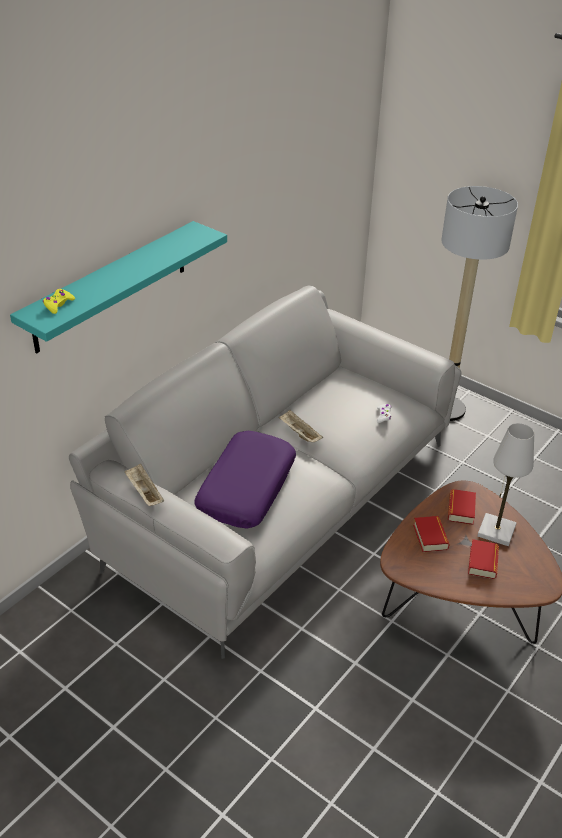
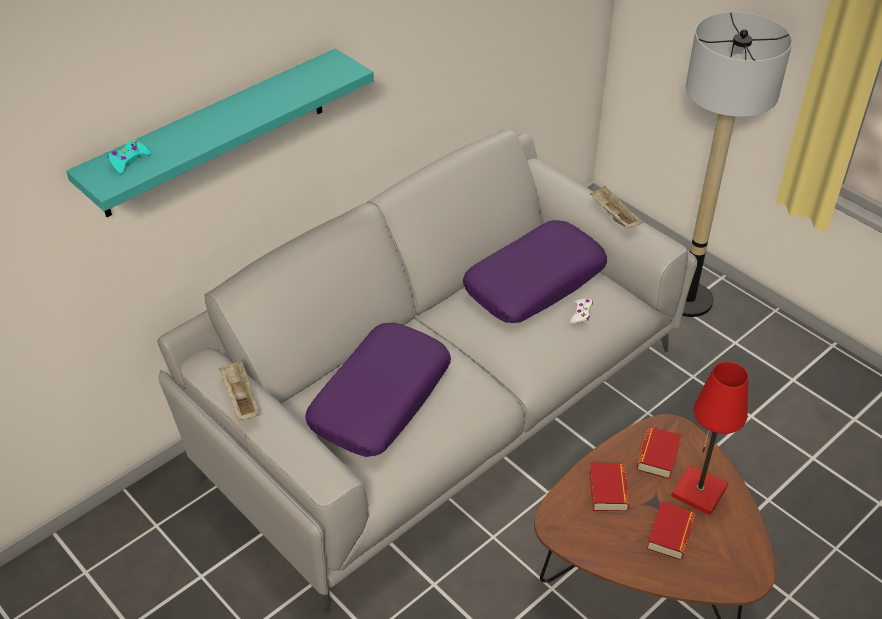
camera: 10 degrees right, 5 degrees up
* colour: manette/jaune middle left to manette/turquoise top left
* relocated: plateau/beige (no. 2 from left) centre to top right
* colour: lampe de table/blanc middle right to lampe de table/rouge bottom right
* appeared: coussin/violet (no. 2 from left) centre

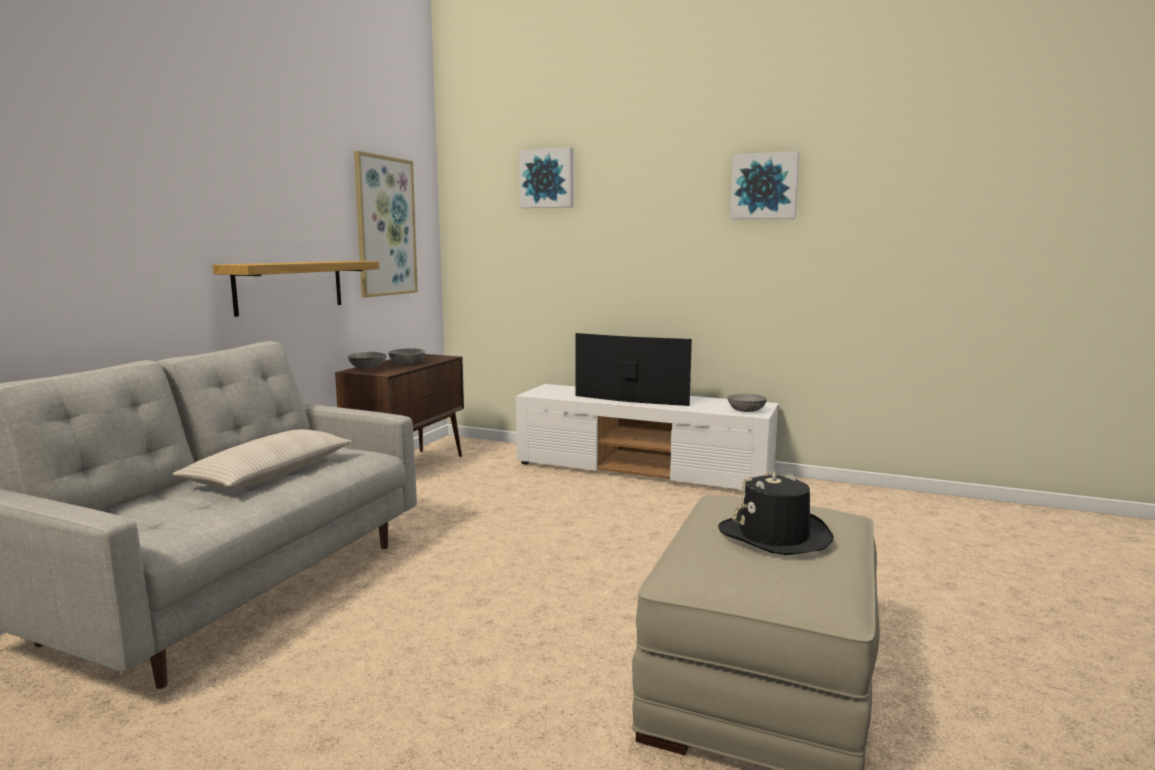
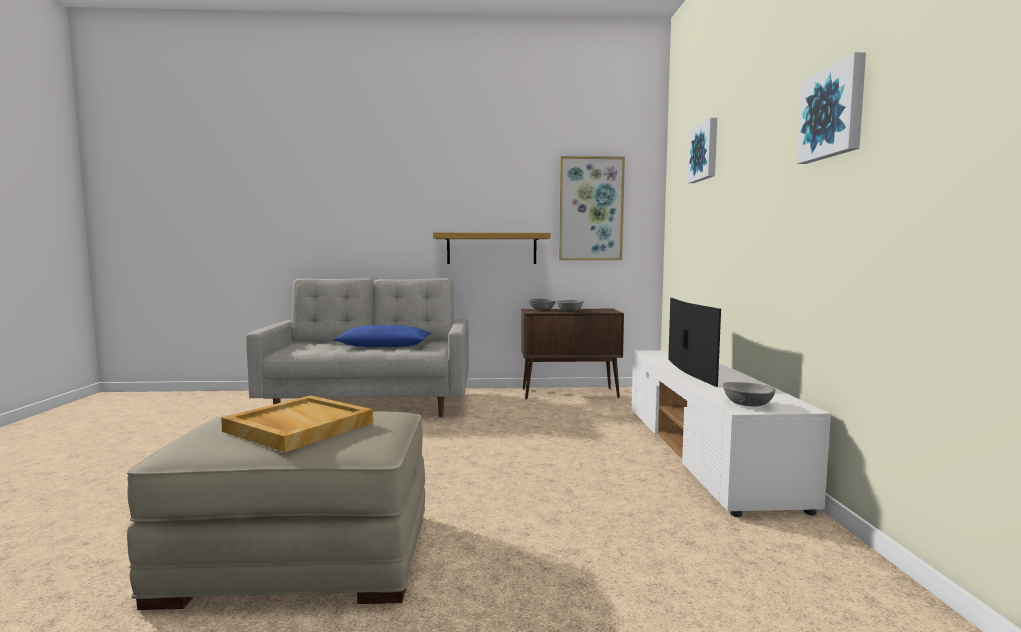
camera: 65 degrees right, 5 degrees down
* colour: coussin/beige middle left to coussin/bleu centre
* exchanged: chapeau/noir middle right to plateau/beige bottom left

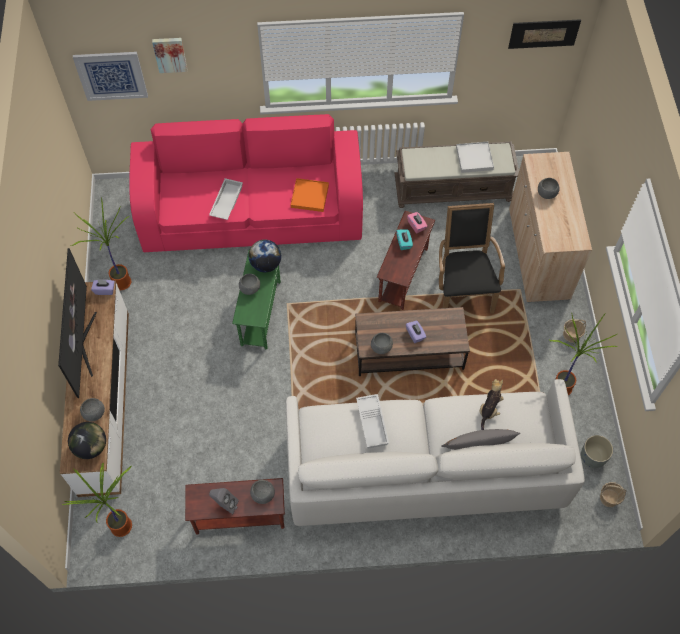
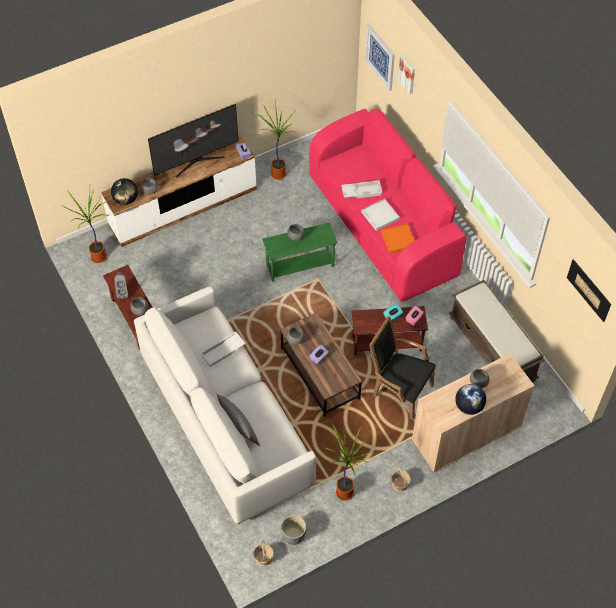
camera: 65 degrees right, 5 degrees down
* relocated: plateau/blanc (no. 3 from left) top right to centre
* spun: fauteuil/noir middle right = centre 120 degrees counterclockwise
* relocated: globe (no. 2 from left) centre to middle right
* missing: peluche middle right

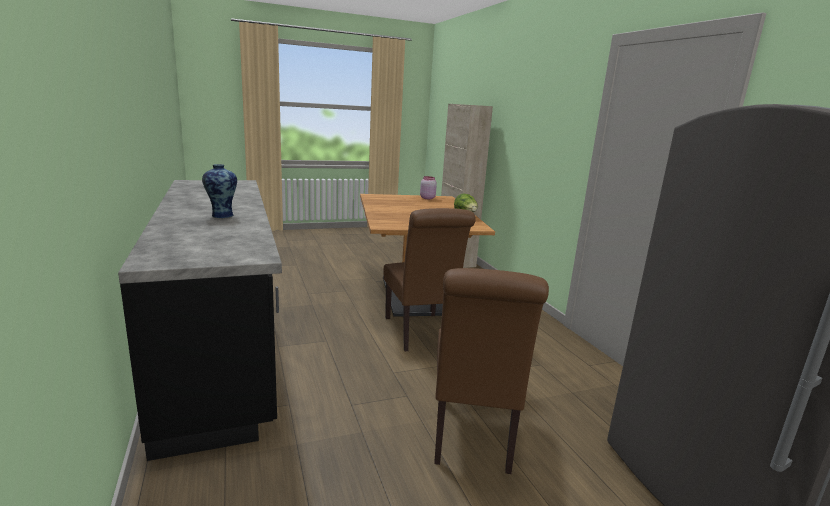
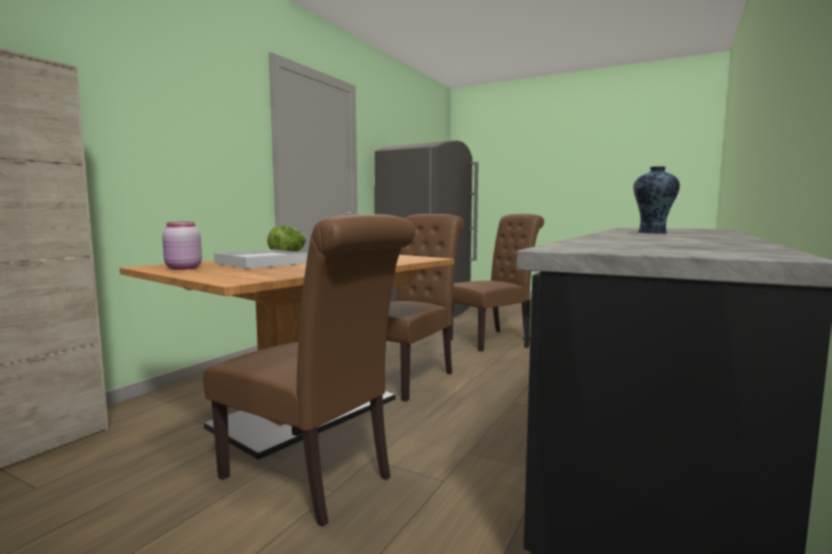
camera: 130 degrees left, 10 degrees down
* appeared: chaise/marron (no. 1 from left) bottom centre
* appeared: plateau/blanc middle left

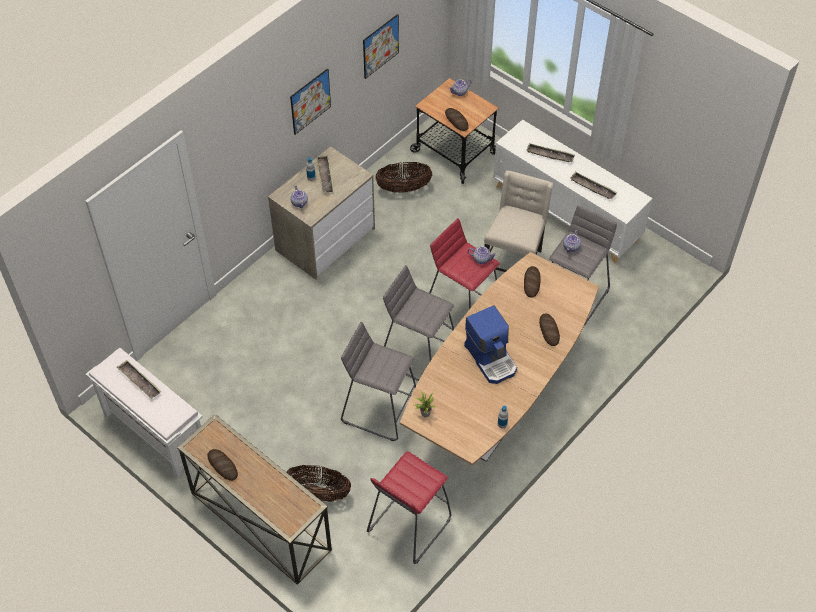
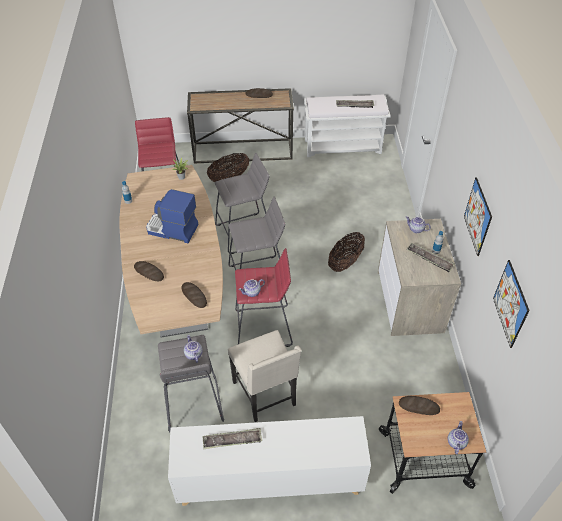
camera: 135 degrees right, 5 degrees down
* missing: plateau (no. 3 from left) top right
* relocated: panier (no. 2 from left) top centre to centre

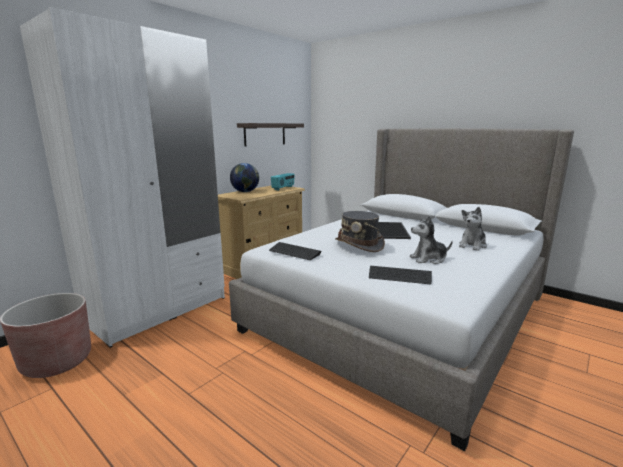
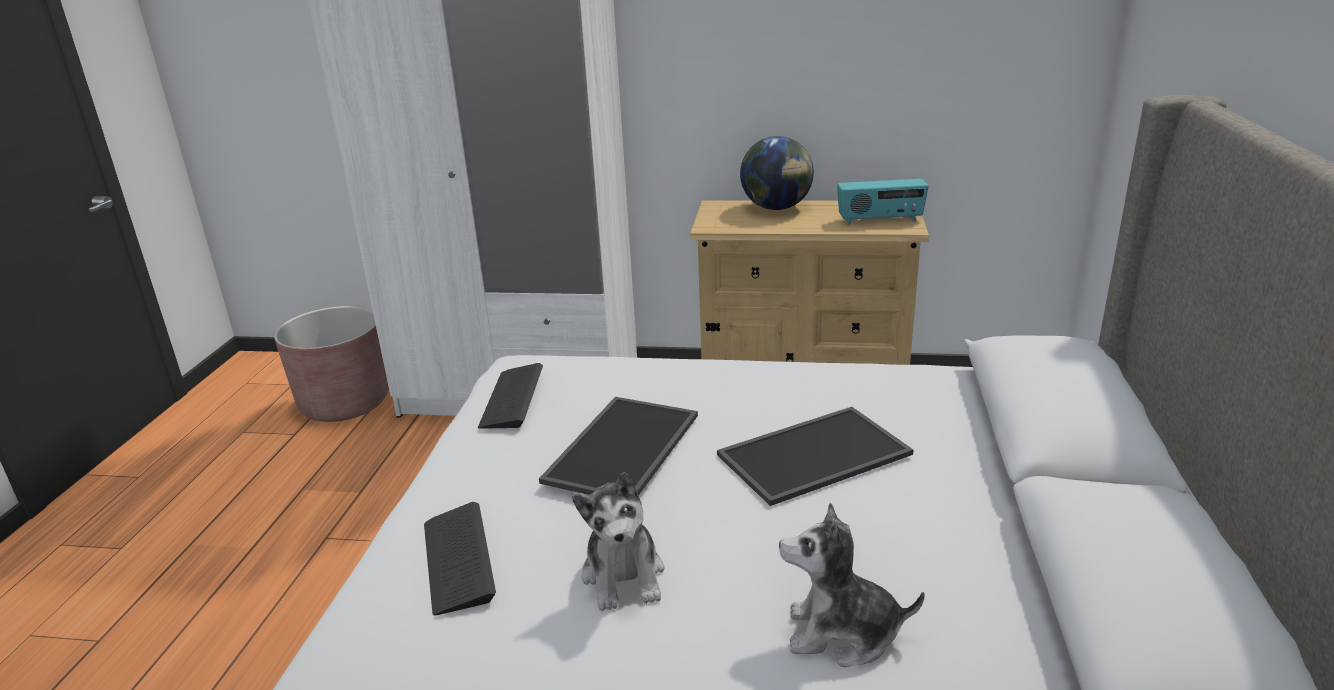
camera: 60 degrees right, 10 degrees up
* missing: étagère top centre
* exchanged: chapeau/gris centre to plateau (no. 1 from left) centre
* spun: peluche (no. 1 from left) middle right = bottom centre 150 degrees counterclockwise

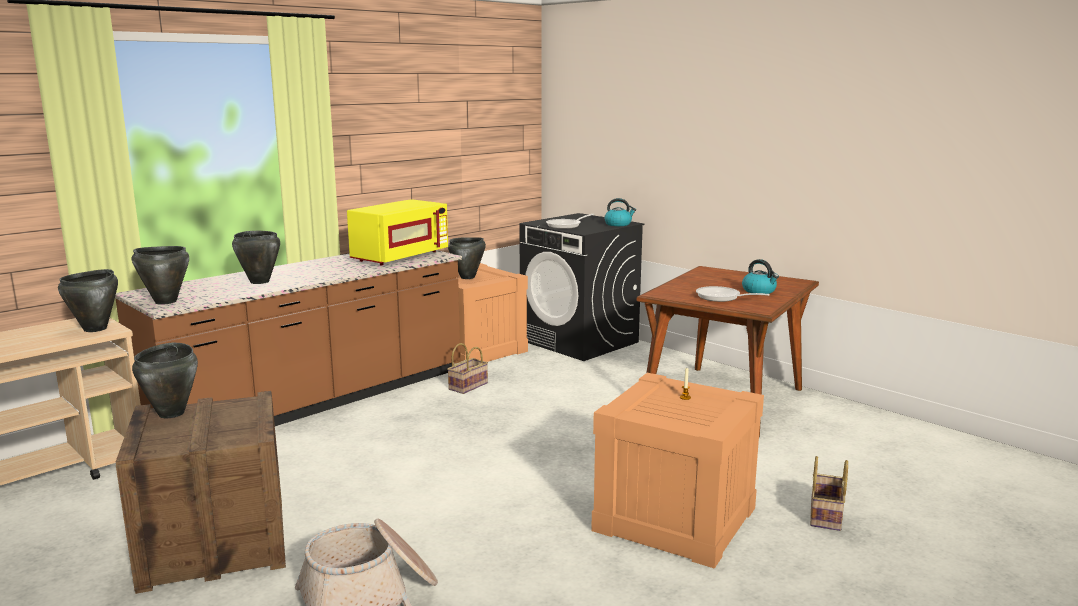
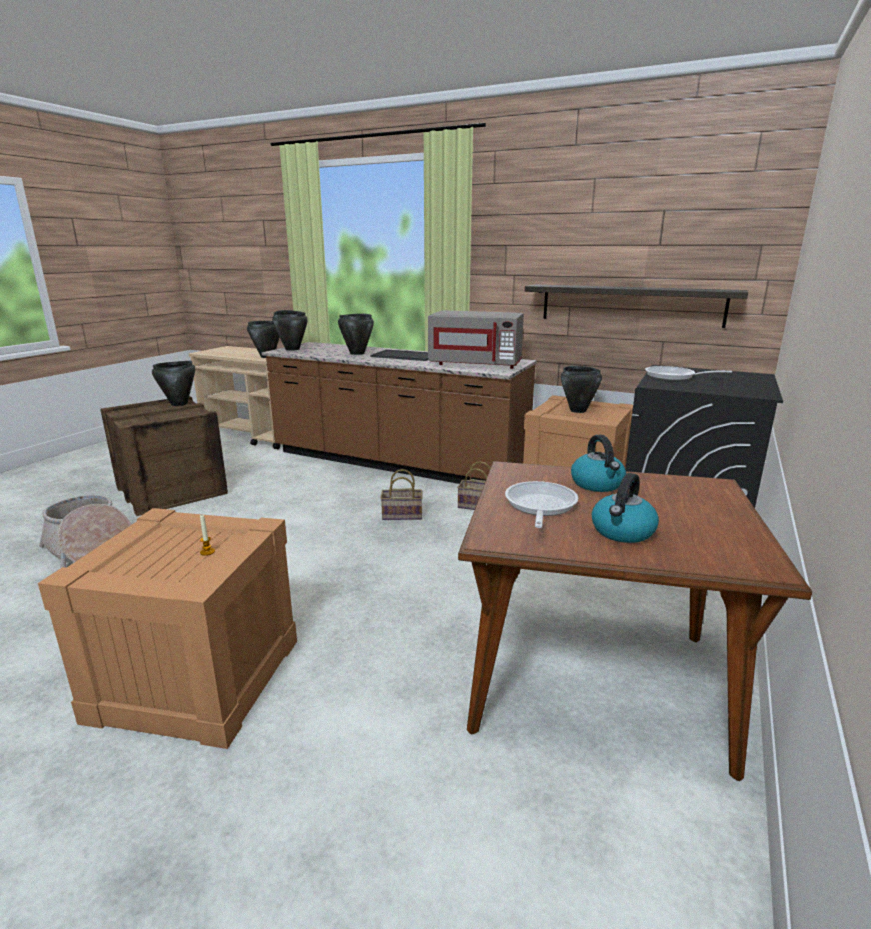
camera: 70 degrees right, 5 degrees up
* relocated: bouilloire (no. 1 from left) centre to middle right
* colour: micro-ondes/jaune centre to micro-ondes/gris centre
* relocated: panier (no. 3 from left in the first image) bottom right to panier (no. 2 from left) centre
* appeared: étagère top right
* appeared: plateau centre

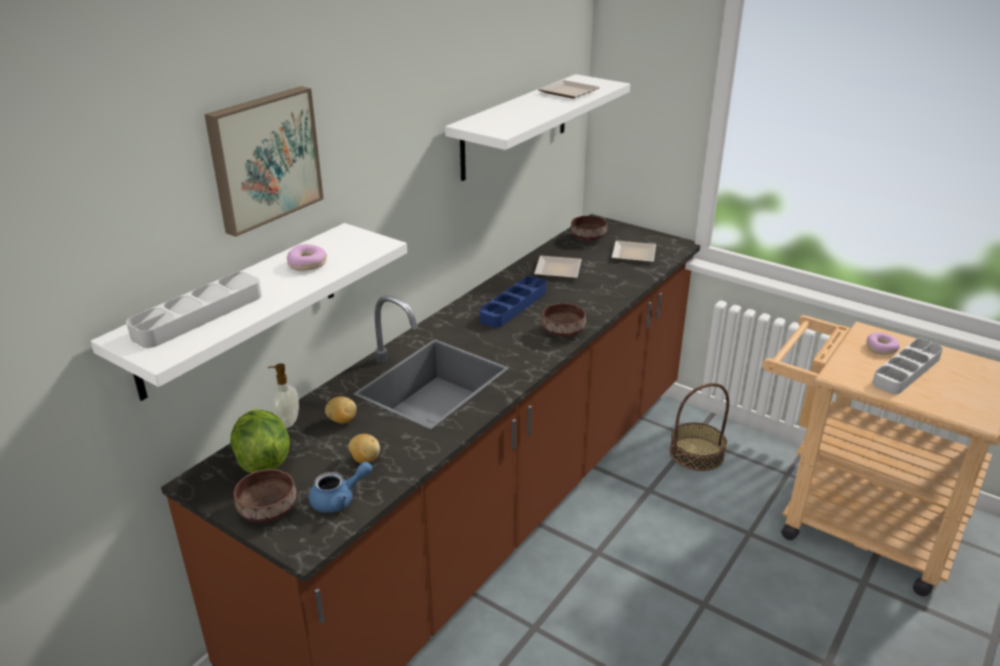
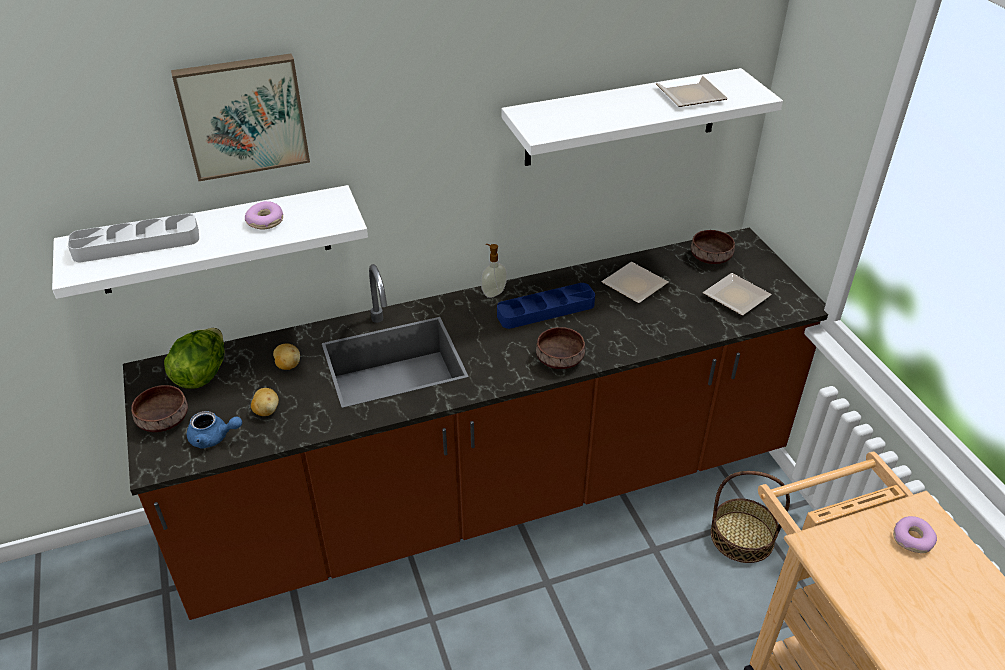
camera: 35 degrees right, 10 degrees up
* missing: plateau/gris (no. 2 from left) middle right
* relocated: distributeur de savon middle left to centre

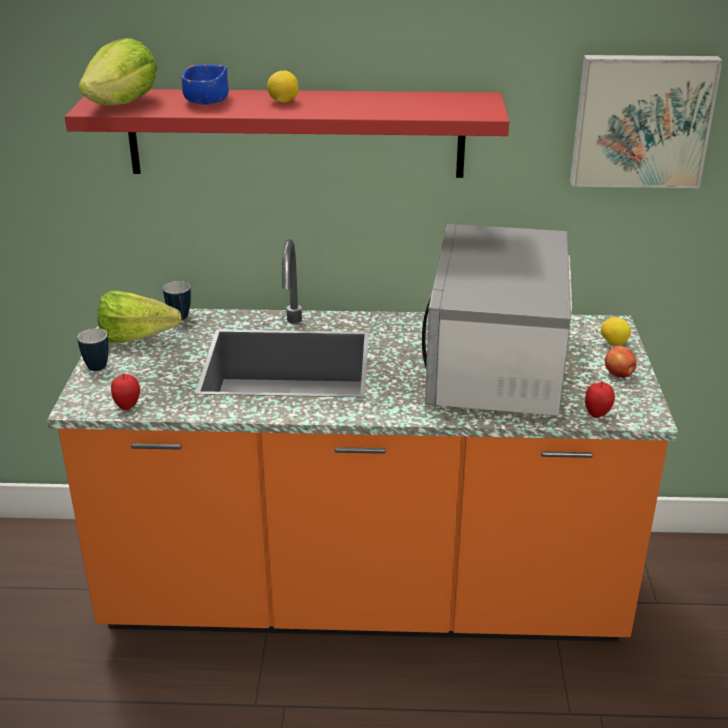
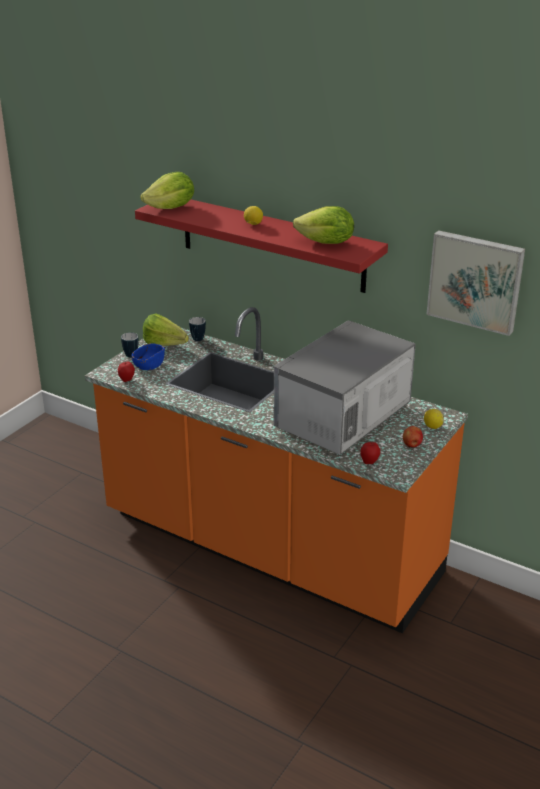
camera: 30 degrees right, 0 degrees up
* relocated: bol/bleu top left to middle left
* appeared: laitue (no. 3 from left) top centre

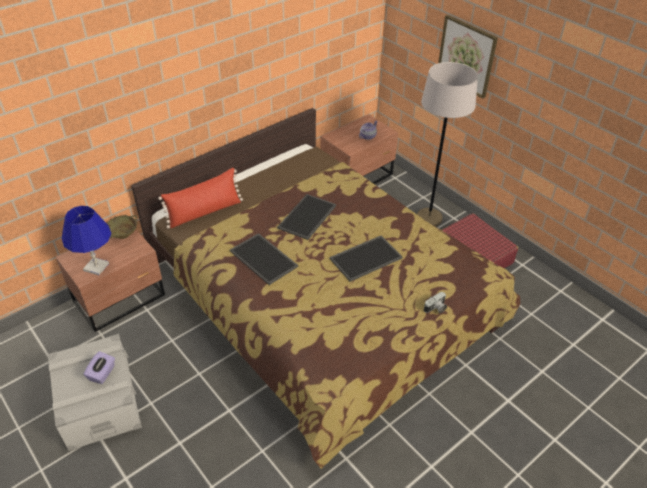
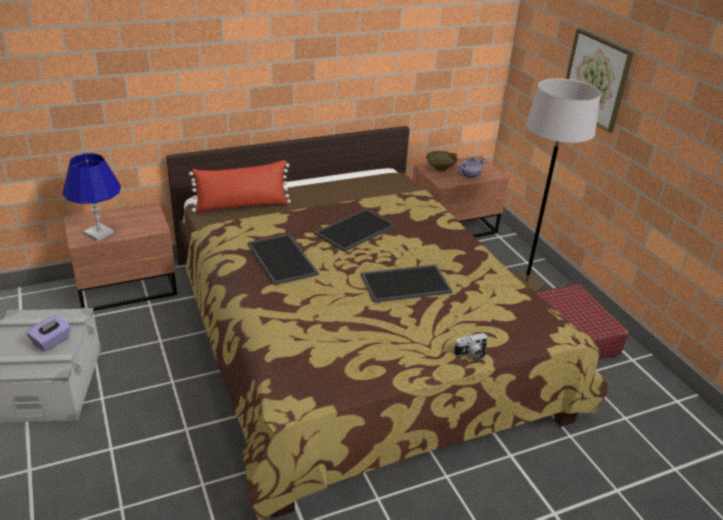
camera: 15 degrees right, 10 degrees down
* relocated: bol/beige middle left to top centre

